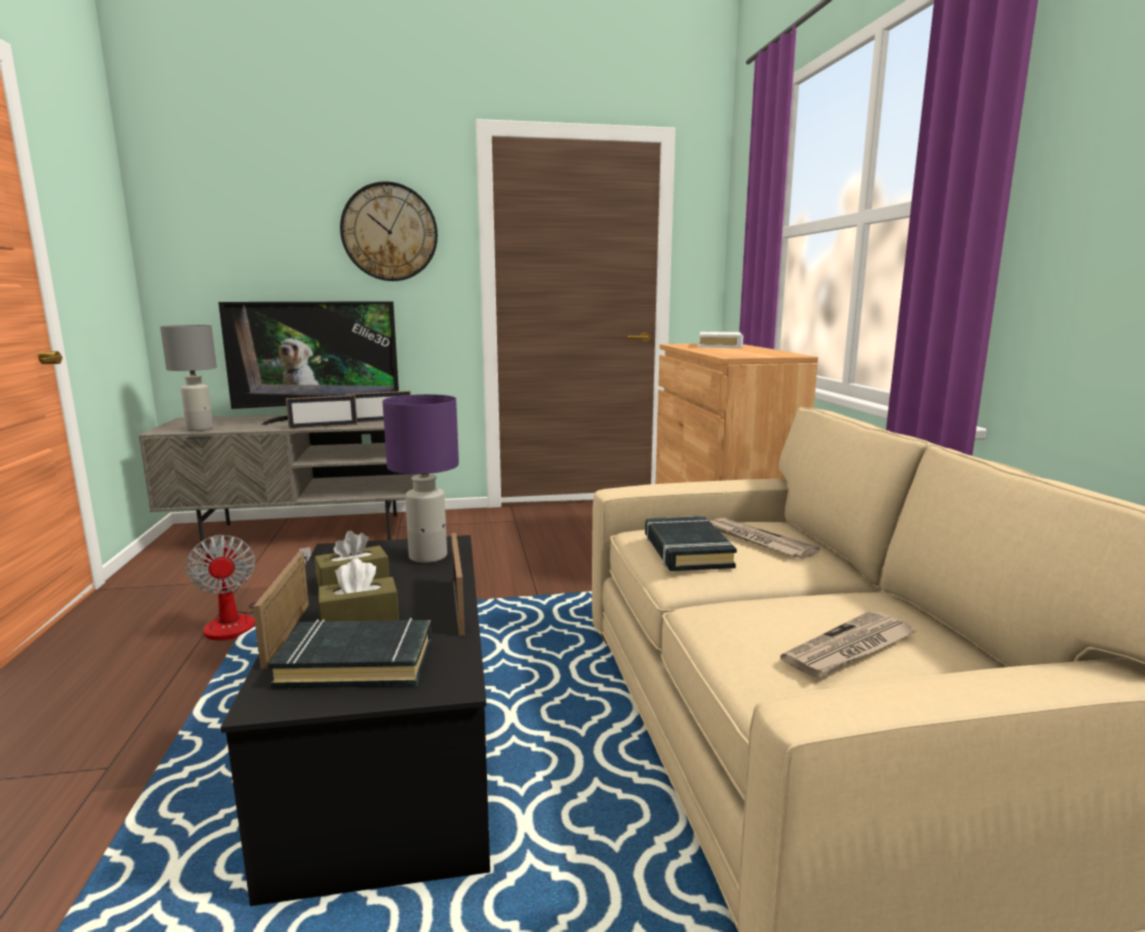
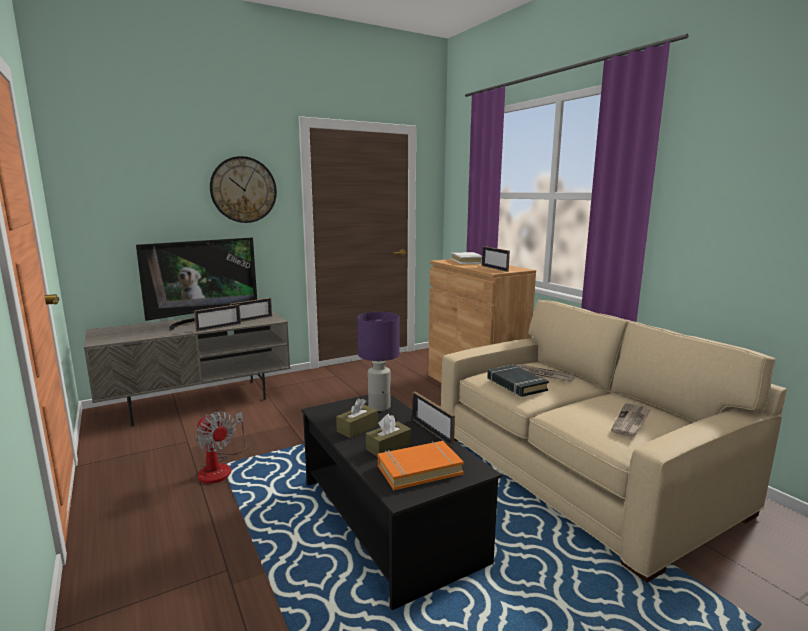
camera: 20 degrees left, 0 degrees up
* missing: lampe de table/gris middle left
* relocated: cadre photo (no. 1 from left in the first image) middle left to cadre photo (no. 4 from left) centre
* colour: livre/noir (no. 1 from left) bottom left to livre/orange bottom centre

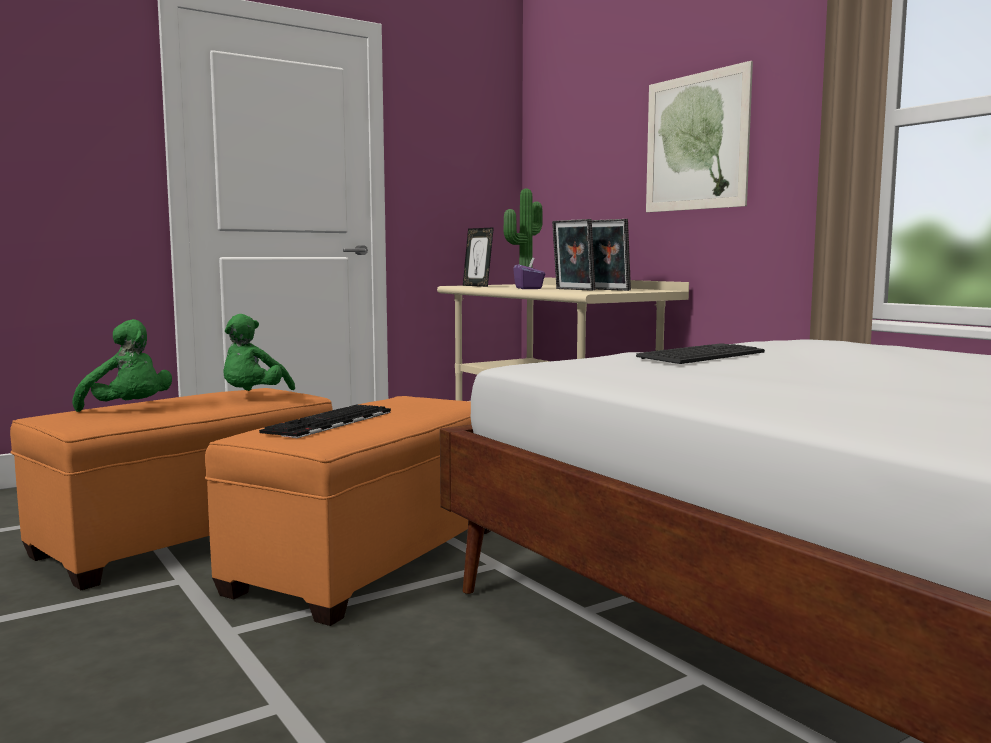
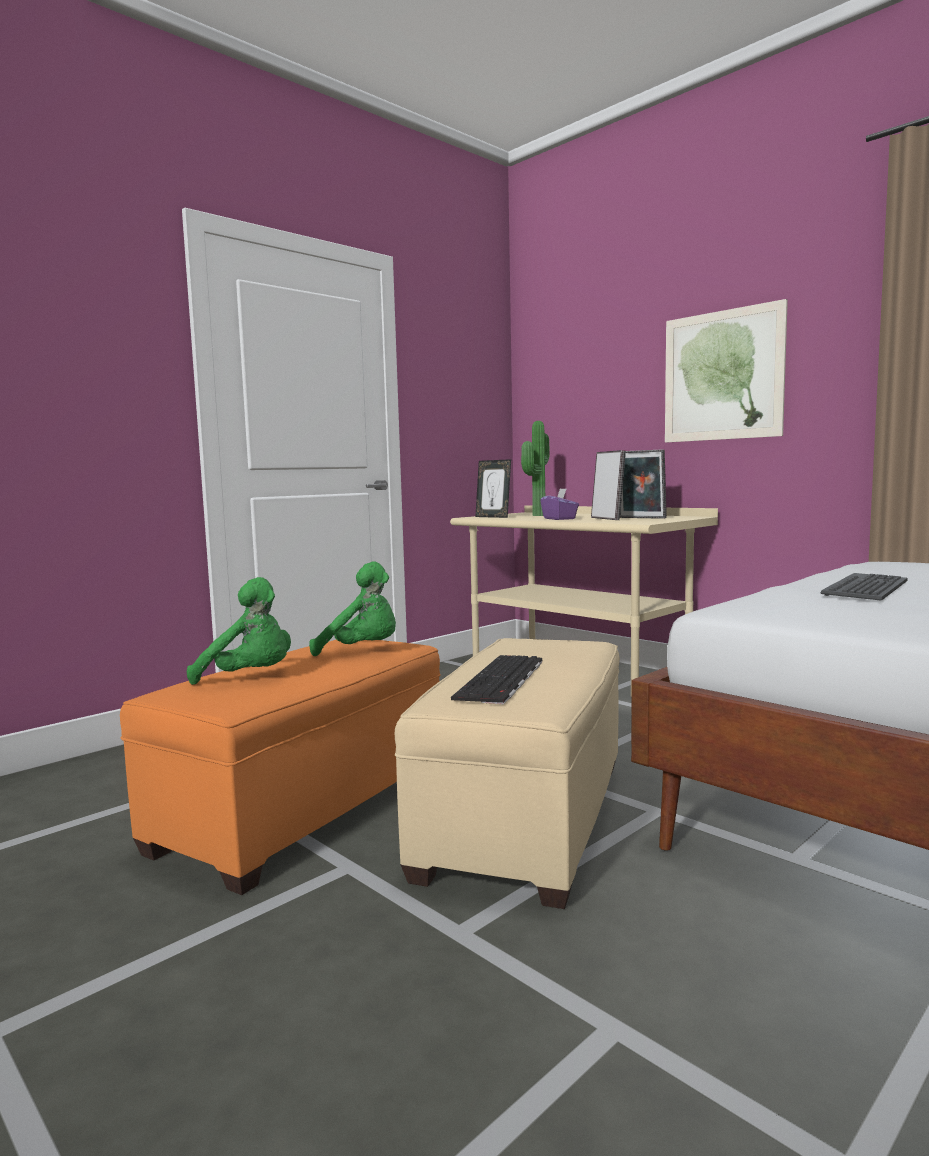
camera: 10 degrees left, 0 degrees up
* spun: cadre photo (no. 2 from left) centre = centre 150 degrees counterclockwise
* spun: peluche/vert (no. 2 from left) middle left = centre 75 degrees counterclockwise
* colour: pouf/orange (no. 2 from left) bottom centre to pouf/beige bottom centre

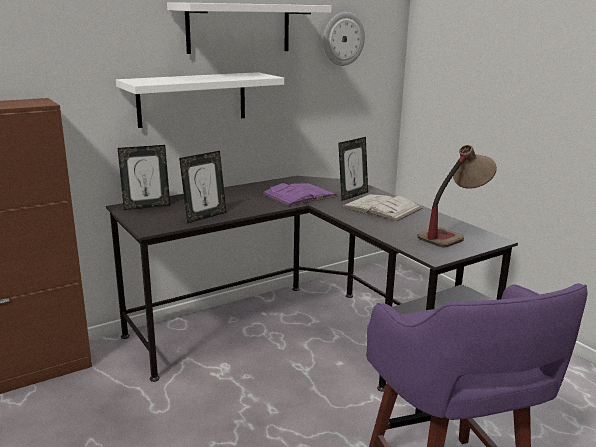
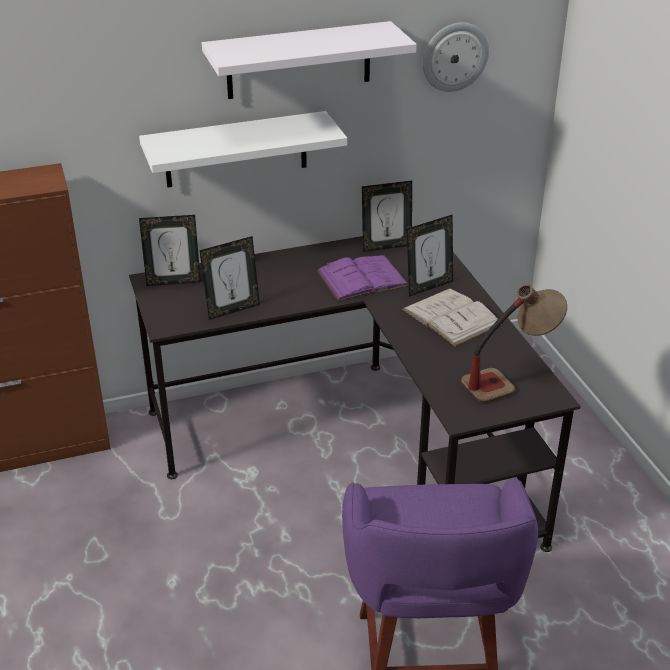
camera: 15 degrees right, 15 degrees up
* appeared: cadre photo (no. 3 from left) top centre

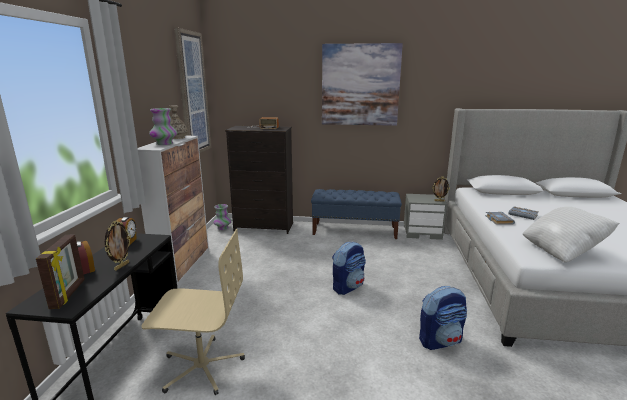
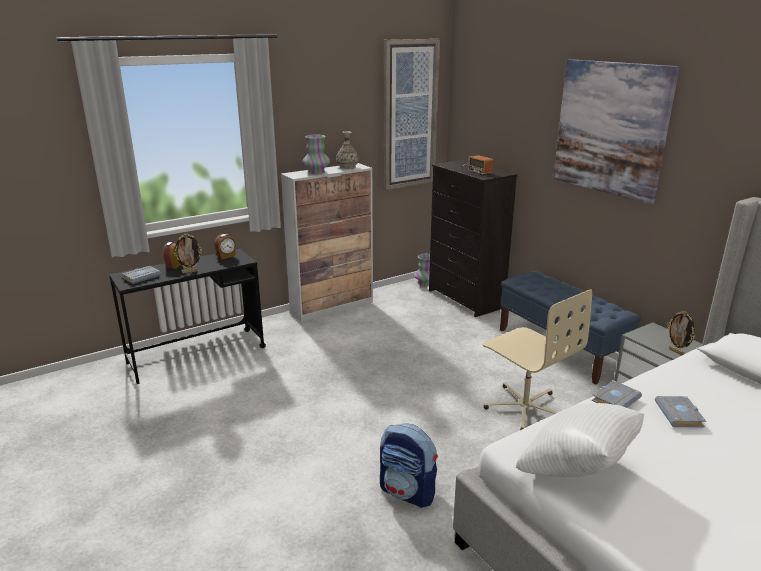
camera: 50 degrees right, 5 degrees up
* relocated: chaise de bureau/beige bottom left to middle right
* exchanged: cadre photo (no. 1 from left) bottom left to livre/gris (no. 1 from left) middle left
* missing: sac à dos (no. 1 from left) bottom centre

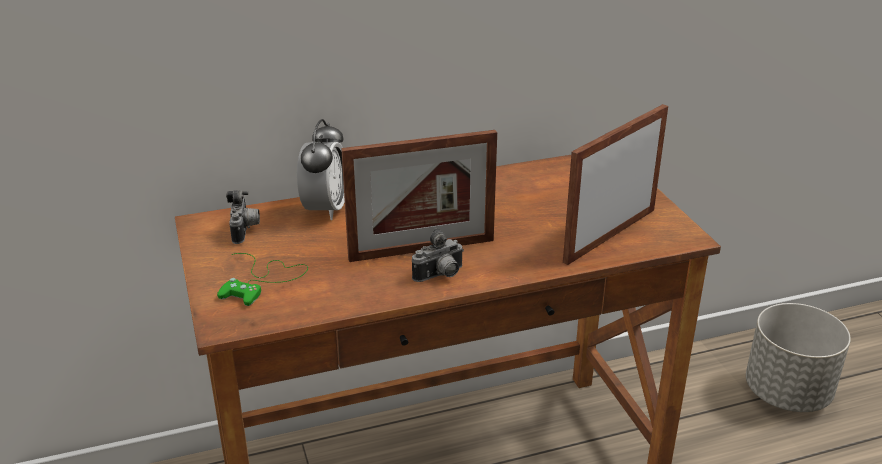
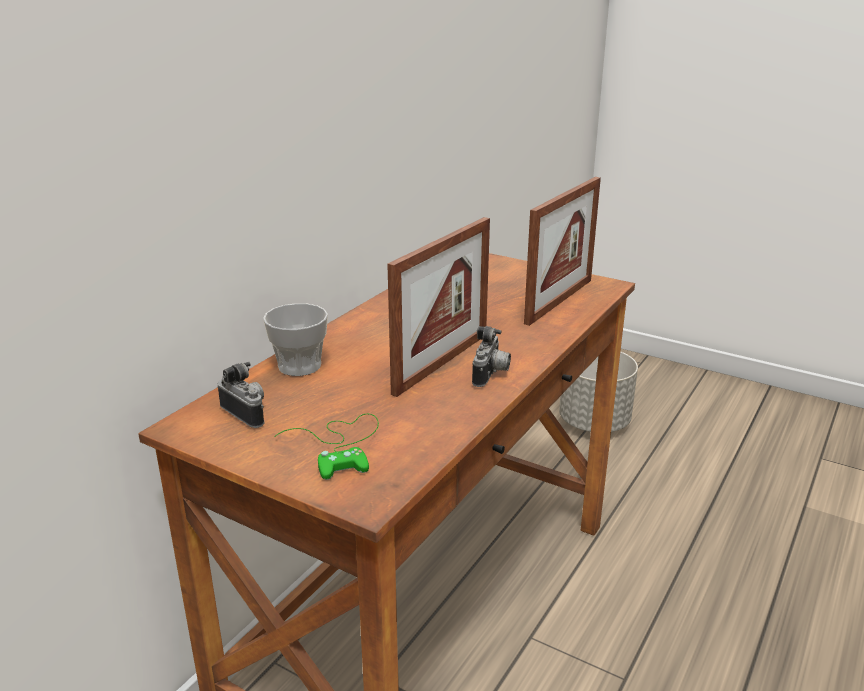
camera: 40 degrees left, 5 degrees down
* spun: cadre photo (no. 2 from left) middle right = centre 150 degrees counterclockwise
* exchanged: réveil centre to tasse centre

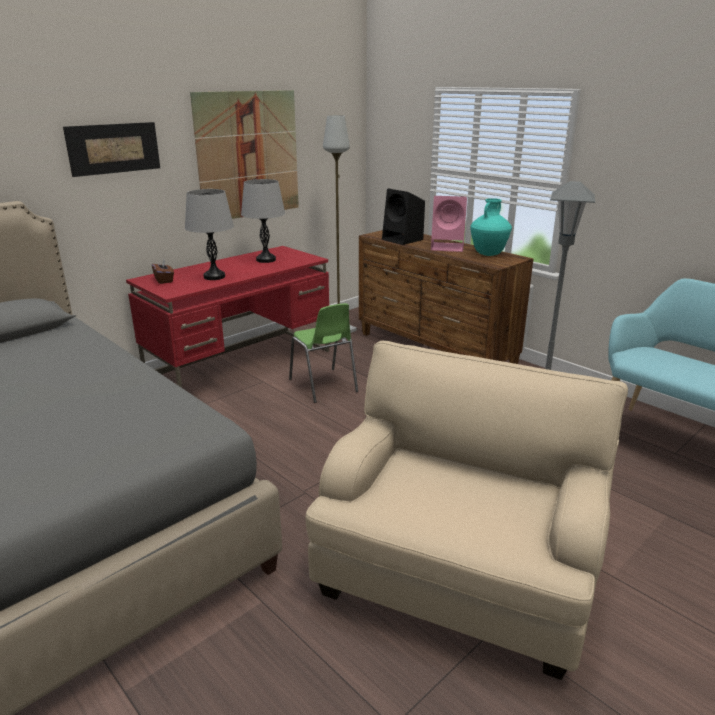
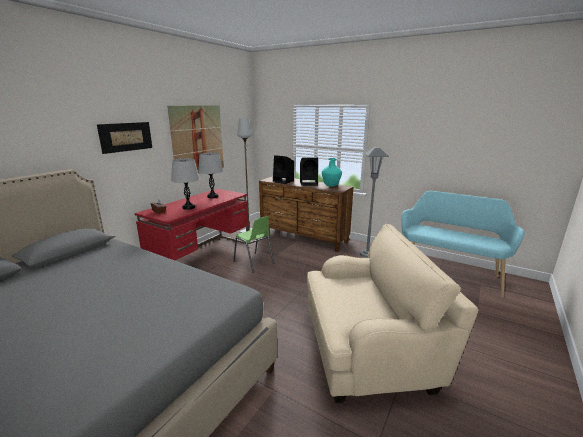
camera: 15 degrees left, 5 degrees down
* colour: enceinte/rose top centre to enceinte/noir (no. 2 from left) centre
* spun: fauteuil/beige bottom centre = bottom right 75 degrees clockwise

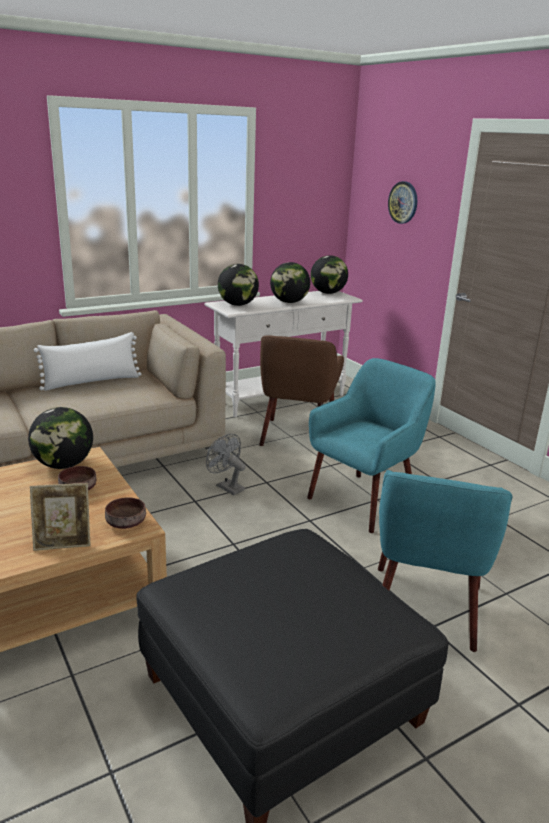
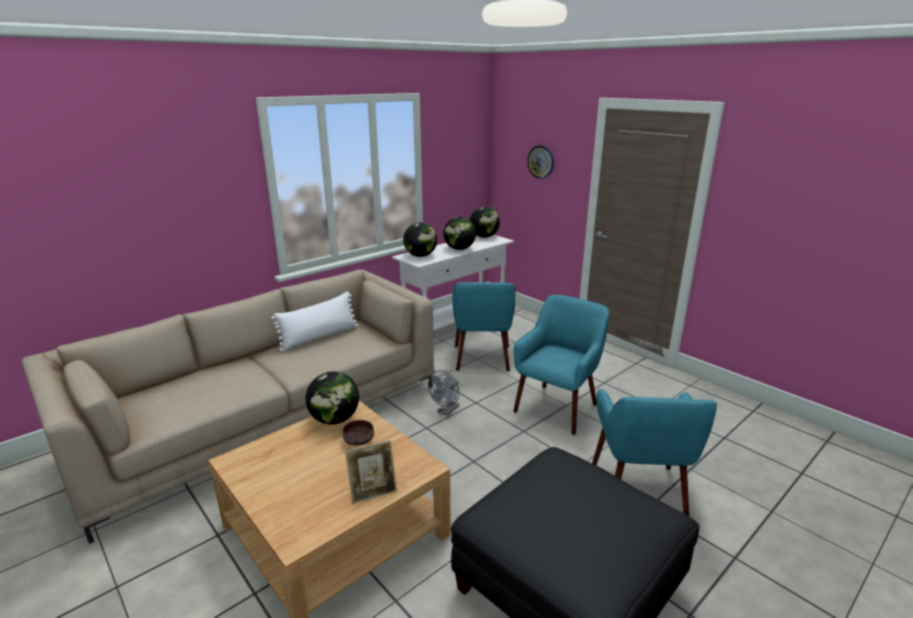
camera: 10 degrees left, 0 degrees up
* colour: fauteuil/marron centre to fauteuil/turquoise (no. 1 from left) centre
* spun: ventilateur/gris centre = centre 90 degrees counterclockwise
* missing: bol/marron (no. 2 from left) middle left

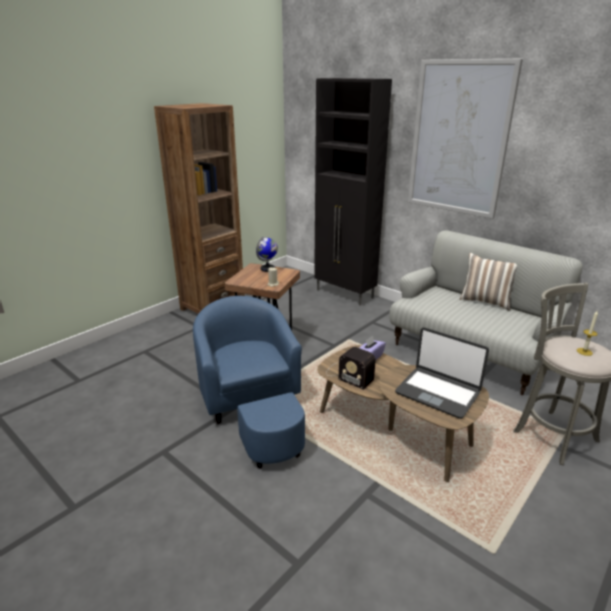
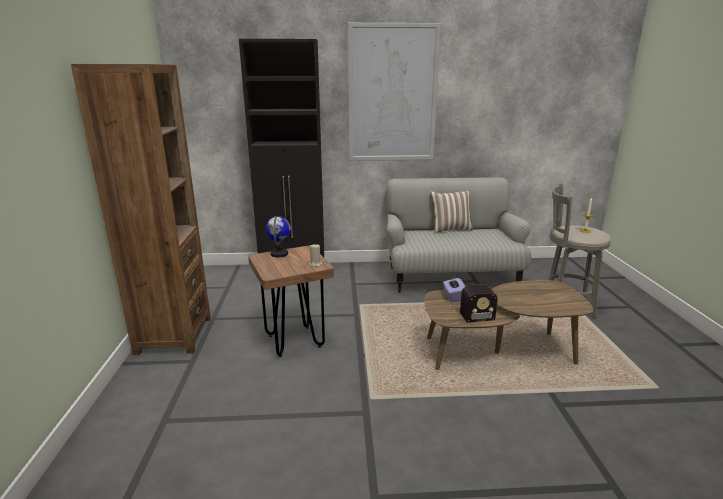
camera: 45 degrees left, 5 degrees down
* missing: fauteuil/bleu centre
* missing: ordinateur portable middle right

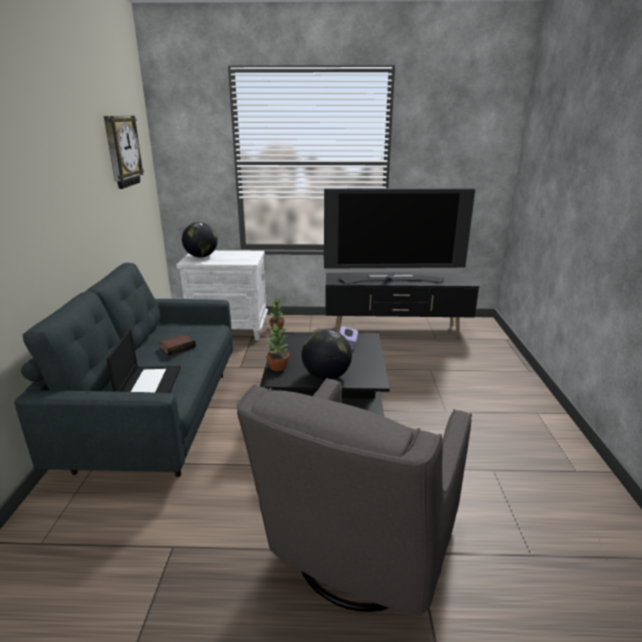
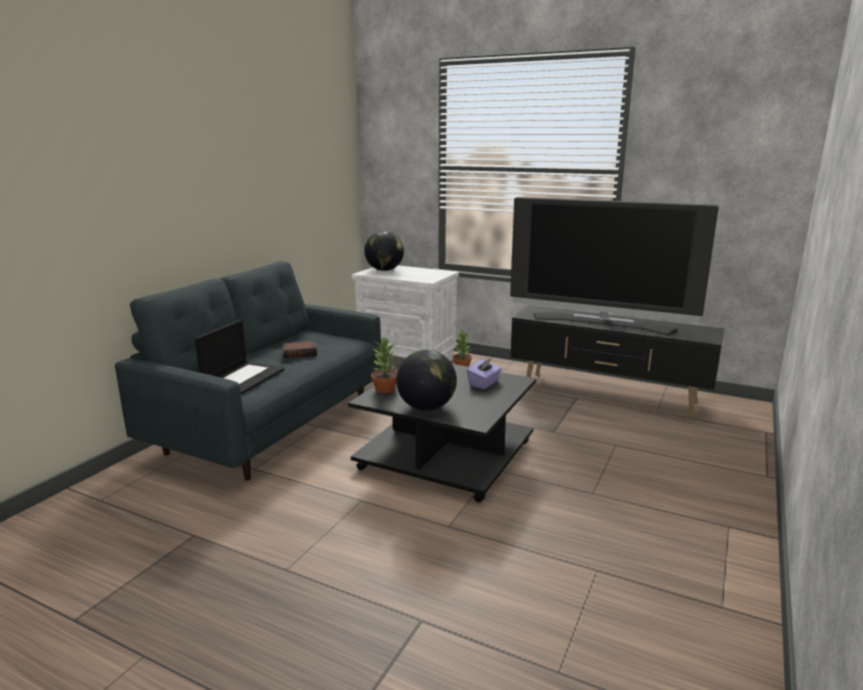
camera: 25 degrees right, 5 degrees down
* missing: horloge murale top left
* missing: fauteuil/gris bottom centre

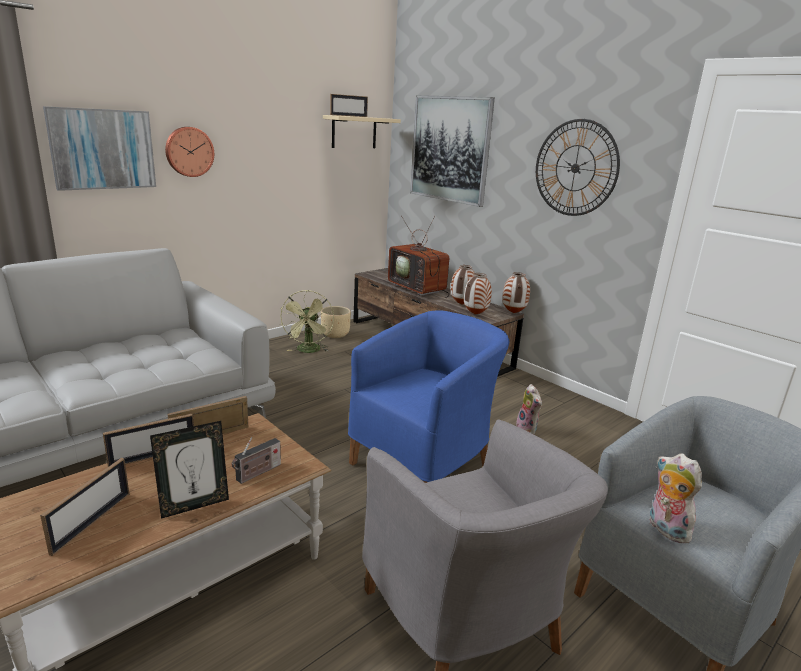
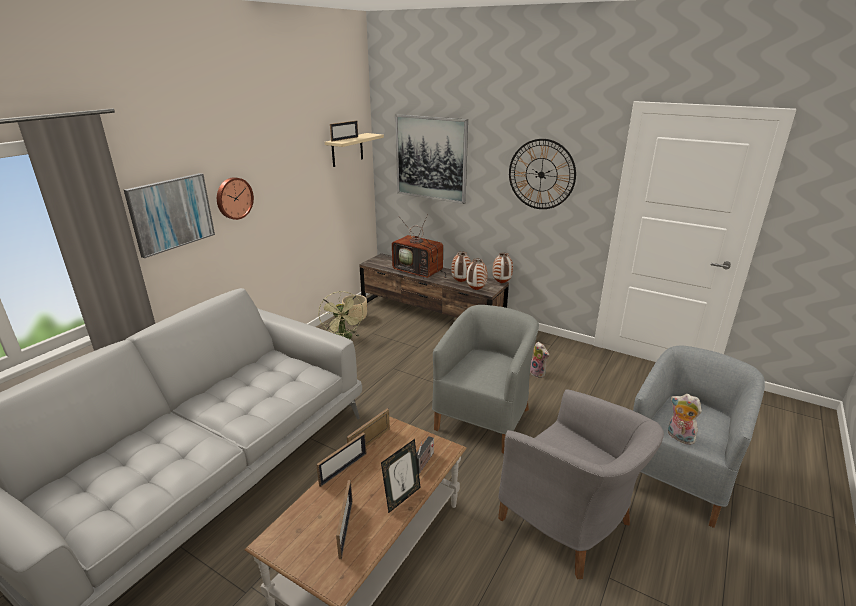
camera: 15 degrees left, 5 degrees up
* colour: fauteuil/bleu centre to fauteuil/gris (no. 1 from left) centre

